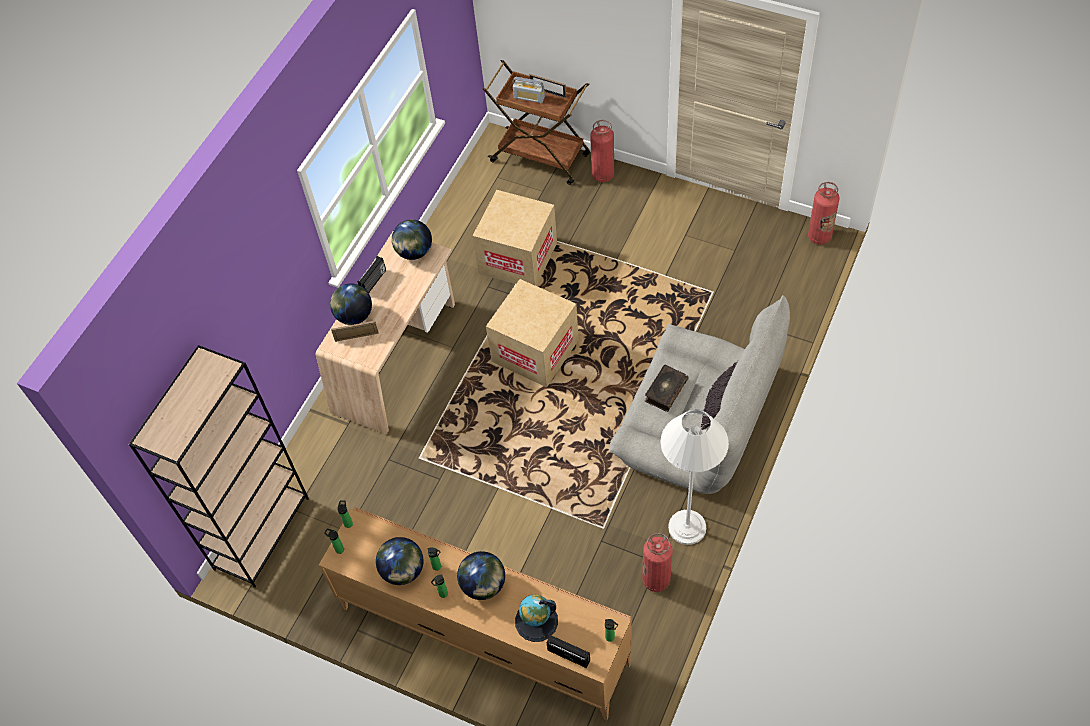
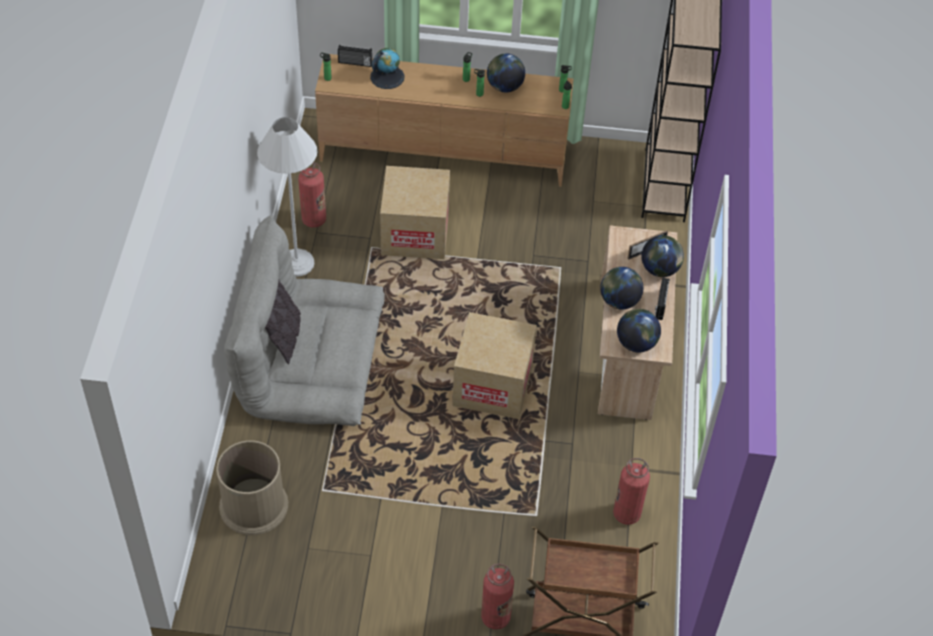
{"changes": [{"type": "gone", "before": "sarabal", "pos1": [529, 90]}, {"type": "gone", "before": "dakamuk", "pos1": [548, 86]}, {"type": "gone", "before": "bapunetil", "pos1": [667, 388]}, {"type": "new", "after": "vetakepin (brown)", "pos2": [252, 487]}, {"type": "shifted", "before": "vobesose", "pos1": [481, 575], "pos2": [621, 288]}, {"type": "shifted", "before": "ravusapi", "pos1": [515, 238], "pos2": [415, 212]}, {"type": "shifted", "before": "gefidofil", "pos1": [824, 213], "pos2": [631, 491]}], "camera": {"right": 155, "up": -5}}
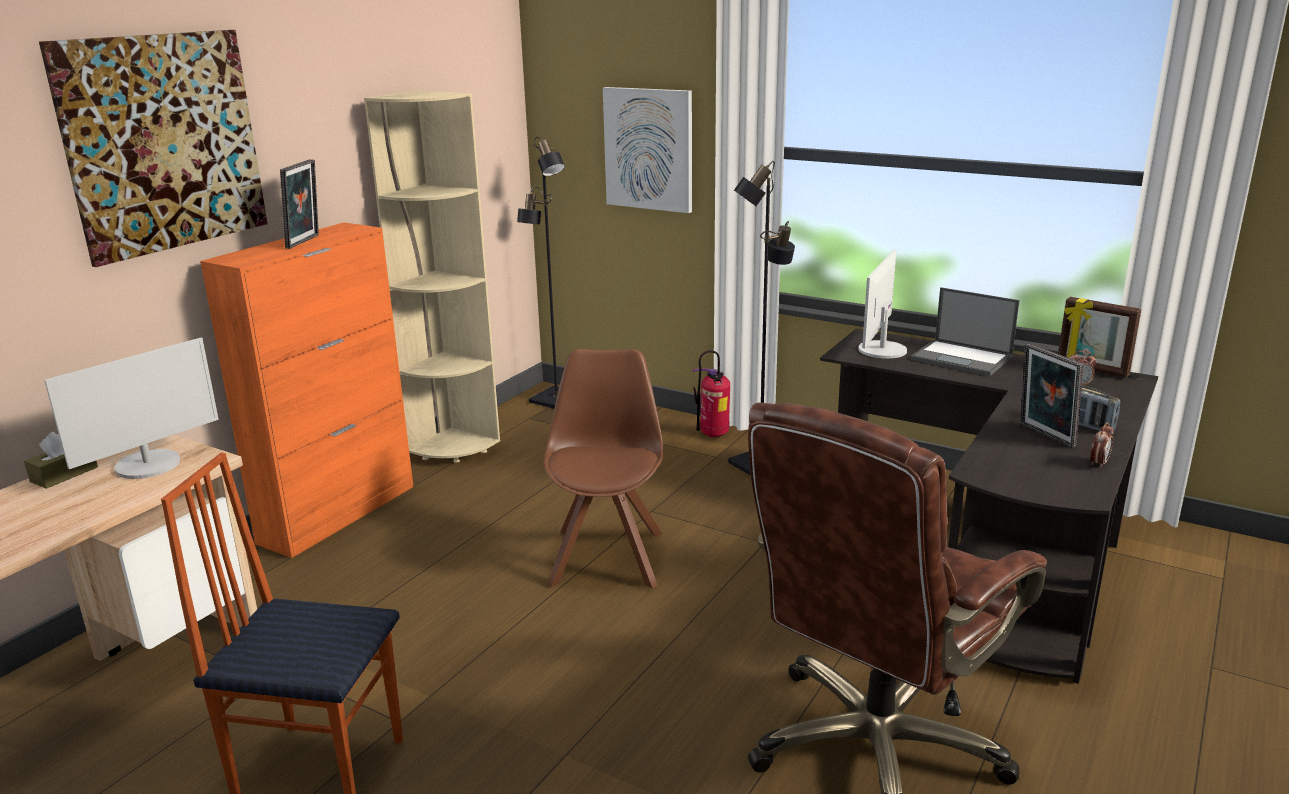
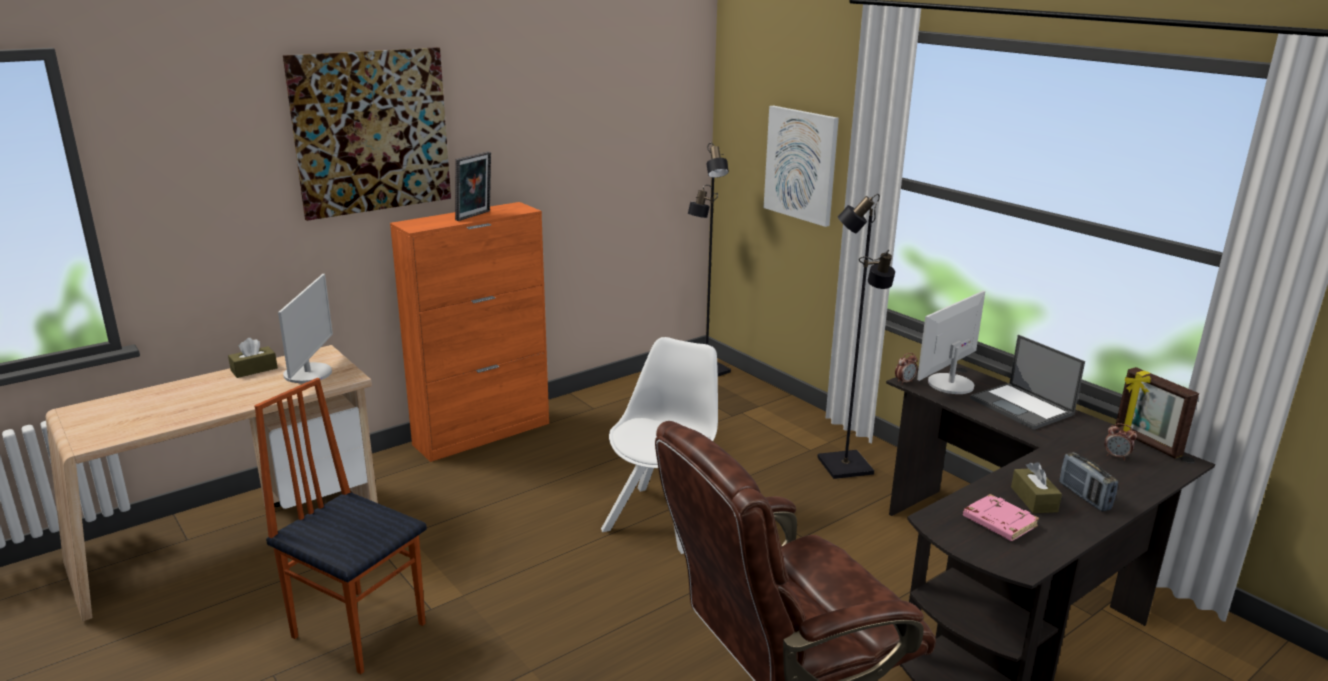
{"changes": [{"type": "gone", "before": "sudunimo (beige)", "pos1": [432, 276]}, {"type": "gone", "before": "gefidofil", "pos1": [711, 393]}, {"type": "new", "after": "bapunetil (pink)", "pos2": [1001, 517]}, {"type": "shifted", "before": "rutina", "pos1": [1102, 445], "pos2": [906, 368]}, {"type": "swapped", "before": "dakamuk", "after": "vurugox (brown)", "pos1": [1051, 395], "pos2": [1036, 488]}, {"type": "repainted", "before": "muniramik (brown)", "after": "muniramik (white)", "pos1": [603, 469], "pos2": [659, 445]}, {"type": "rotated", "before": "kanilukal", "pos1": [131, 408], "pos2": [305, 328], "turn": -60}], "camera": {"right": 20, "up": 0}}
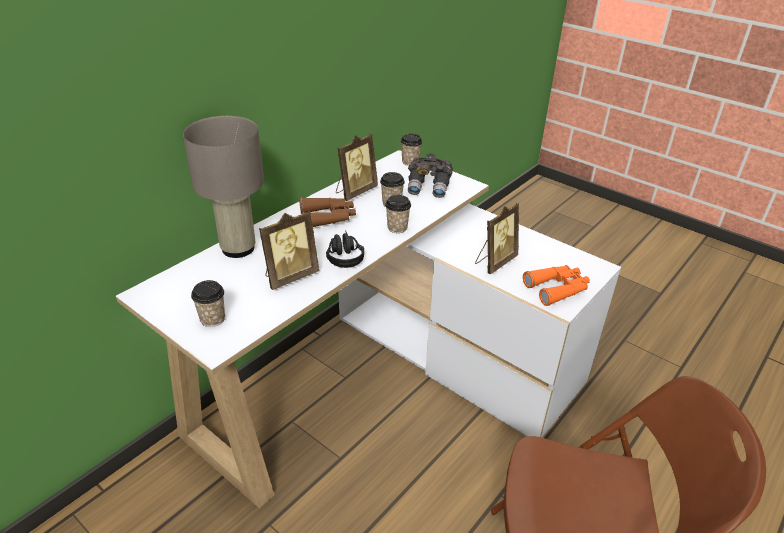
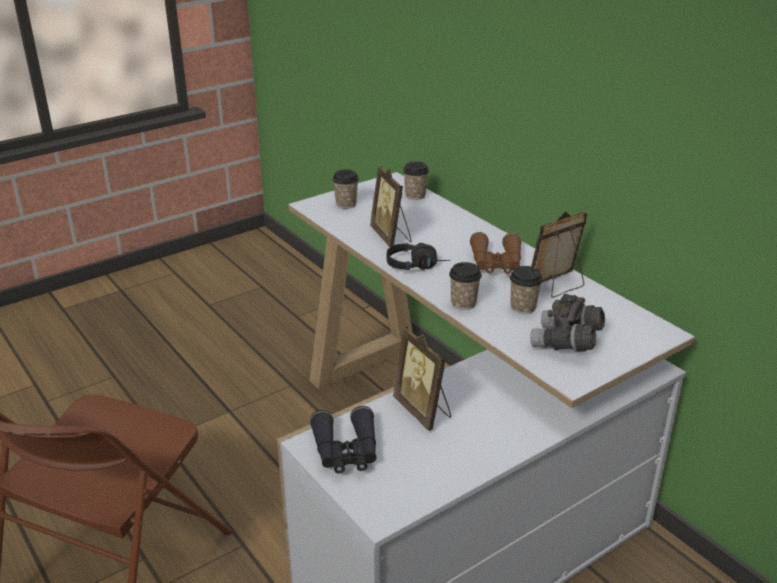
{"changes": [{"type": "gone", "before": "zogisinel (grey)", "pos1": [223, 187]}, {"type": "shifted", "before": "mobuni", "pos1": [411, 149], "pos2": [416, 180]}, {"type": "repainted", "before": "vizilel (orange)", "after": "vizilel (black)", "pos1": [556, 285], "pos2": [343, 440]}, {"type": "rotated", "before": "dakamuk", "pos1": [357, 167], "pos2": [559, 255], "turn": 90}], "camera": {"right": 105, "up": -5}}
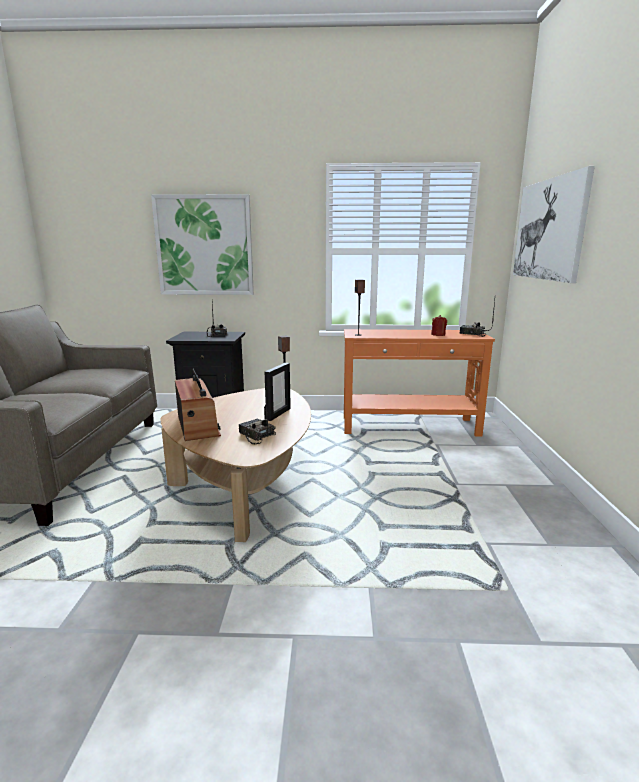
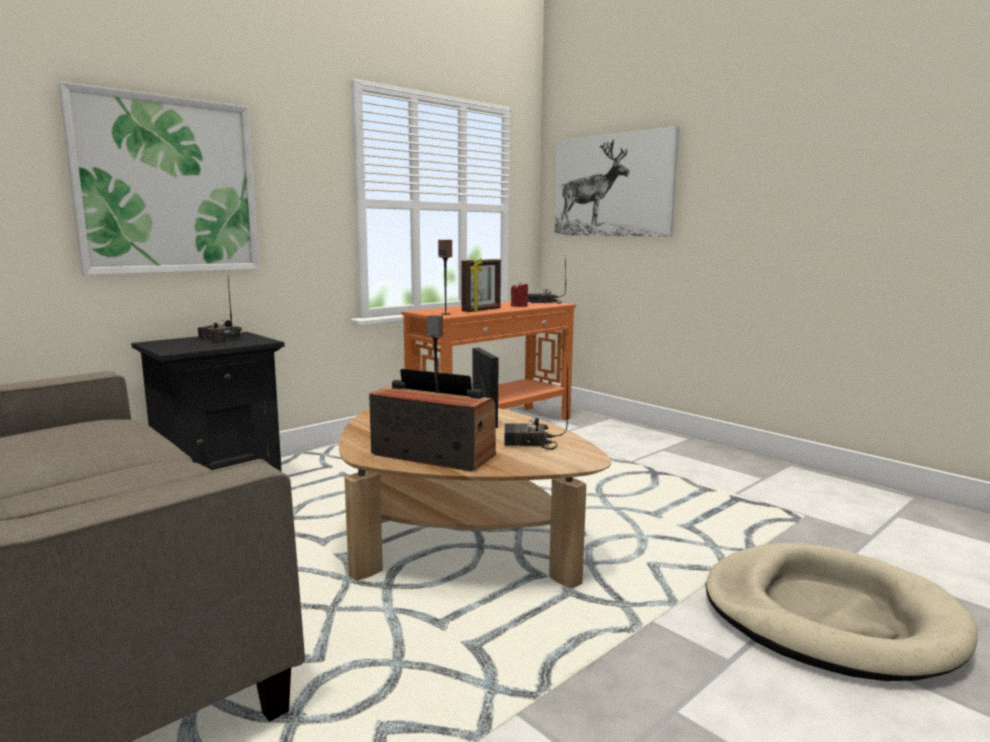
{"changes": [{"type": "new", "after": "dakamuk", "pos2": [481, 285]}, {"type": "new", "after": "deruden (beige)", "pos2": [841, 612]}], "camera": {"right": -45, "up": -5}}
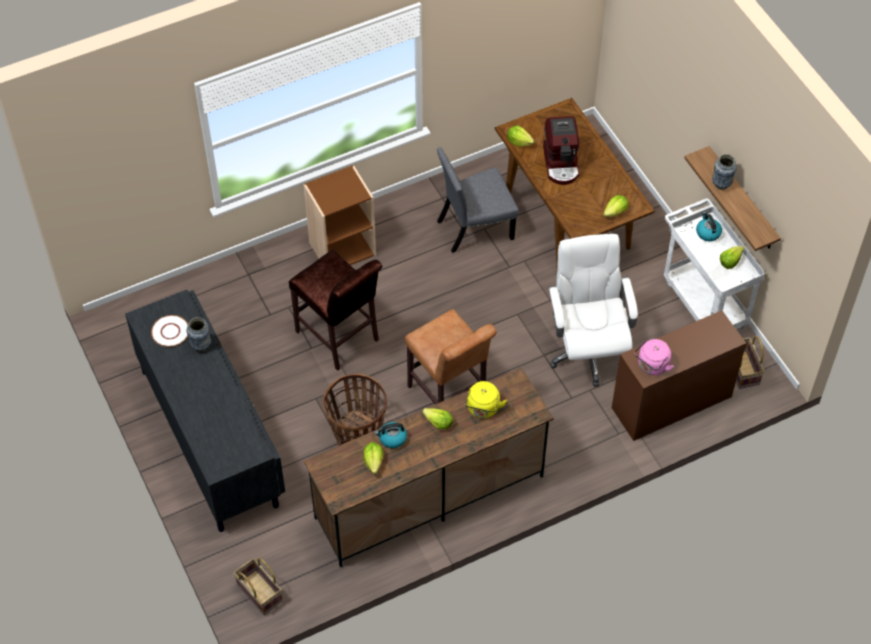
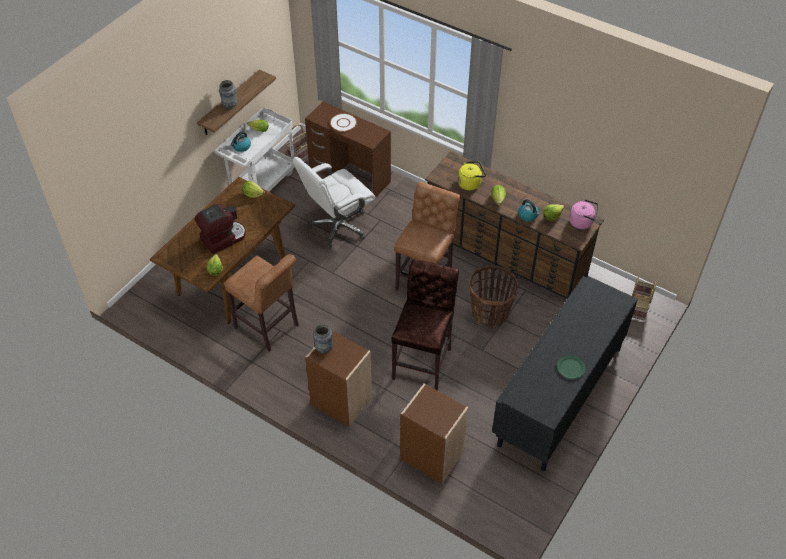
{"changes": [{"type": "new", "after": "sudunimo (brown)", "pos2": [434, 433]}, {"type": "new", "after": "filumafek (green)", "pos2": [571, 367]}, {"type": "shifted", "before": "filumafek (white)", "pos1": [169, 331], "pos2": [343, 123]}, {"type": "shifted", "before": "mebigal", "pos1": [199, 334], "pos2": [323, 339]}, {"type": "shifted", "before": "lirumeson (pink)", "pos1": [654, 357], "pos2": [583, 214]}, {"type": "swapped", "before": "muniramik (grey)", "after": "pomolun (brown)", "pos1": [478, 200], "pos2": [261, 303]}], "camera": {"right": -120, "up": -5}}
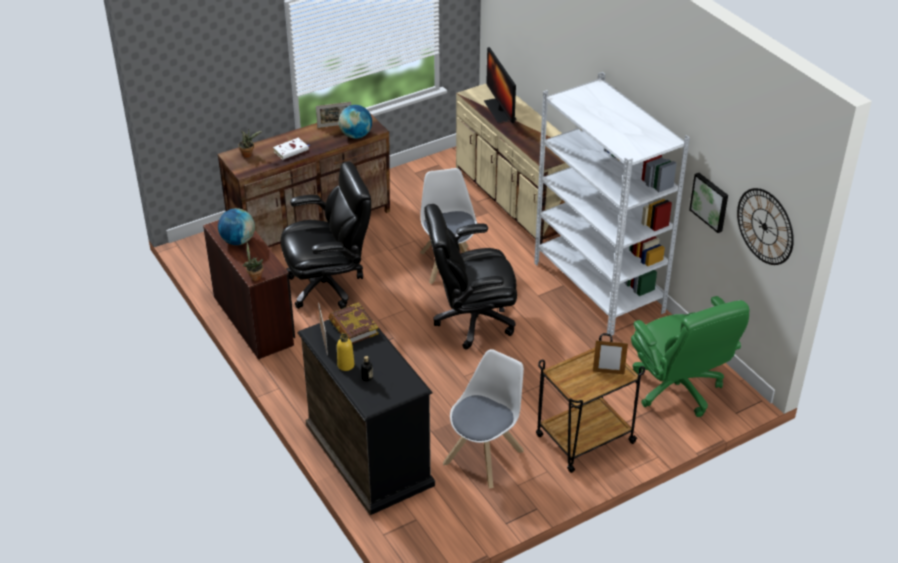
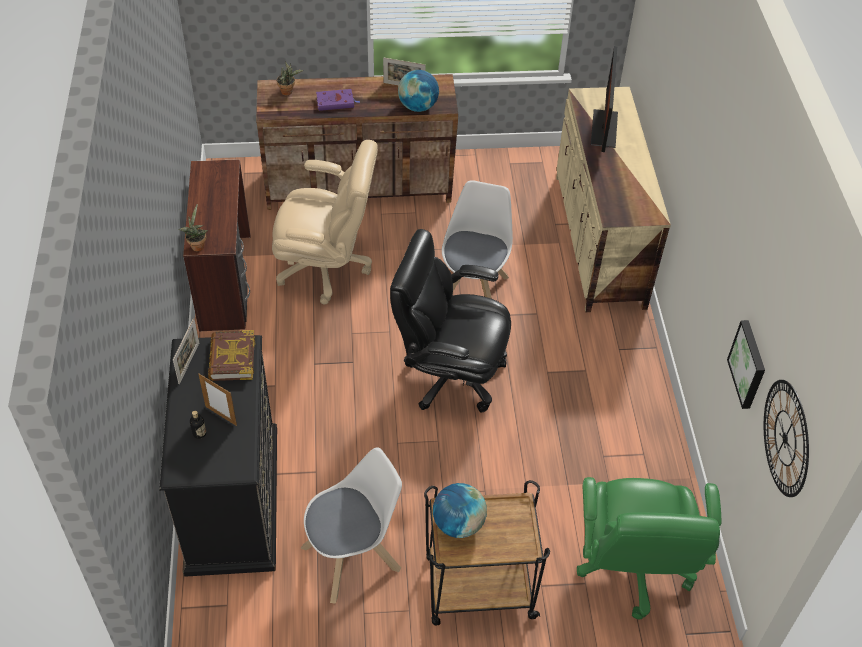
{"changes": [{"type": "gone", "before": "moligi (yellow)", "pos1": [345, 352]}, {"type": "gone", "before": "sudunimo (white)", "pos1": [612, 204]}, {"type": "shifted", "before": "vobesose", "pos1": [236, 226], "pos2": [460, 510]}, {"type": "shifted", "before": "dakamuk", "pos1": [610, 357], "pos2": [217, 399]}, {"type": "repainted", "before": "bapunetil (white)", "after": "bapunetil (purple)", "pos1": [291, 149], "pos2": [338, 100]}, {"type": "repainted", "before": "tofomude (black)", "after": "tofomude (beige)", "pos1": [326, 235], "pos2": [325, 222]}], "camera": {"right": 25, "up": 10}}
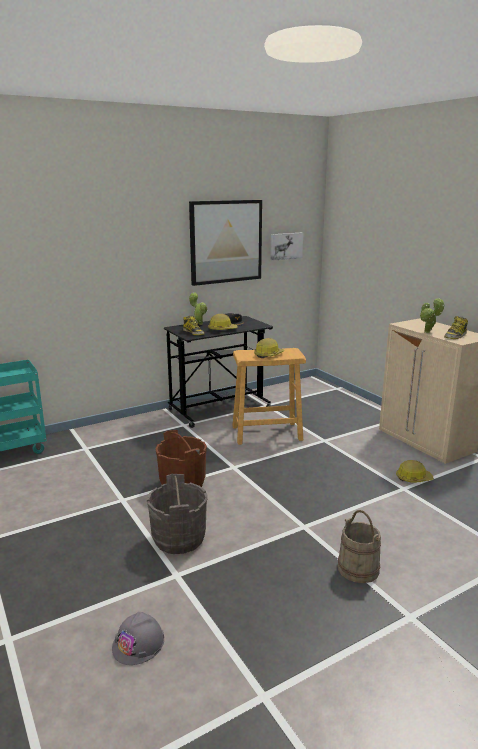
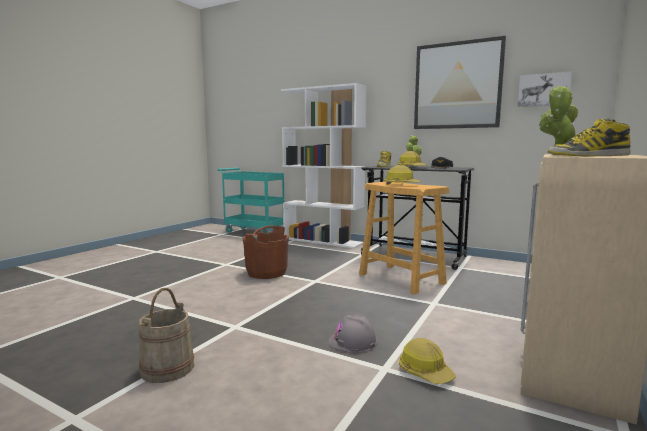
{"changes": [{"type": "gone", "before": "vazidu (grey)", "pos1": [177, 514]}, {"type": "new", "after": "sudunimo (white)", "pos2": [324, 165]}, {"type": "shifted", "before": "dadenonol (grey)", "pos1": [138, 638], "pos2": [353, 333]}], "camera": {"right": 60, "up": -10}}
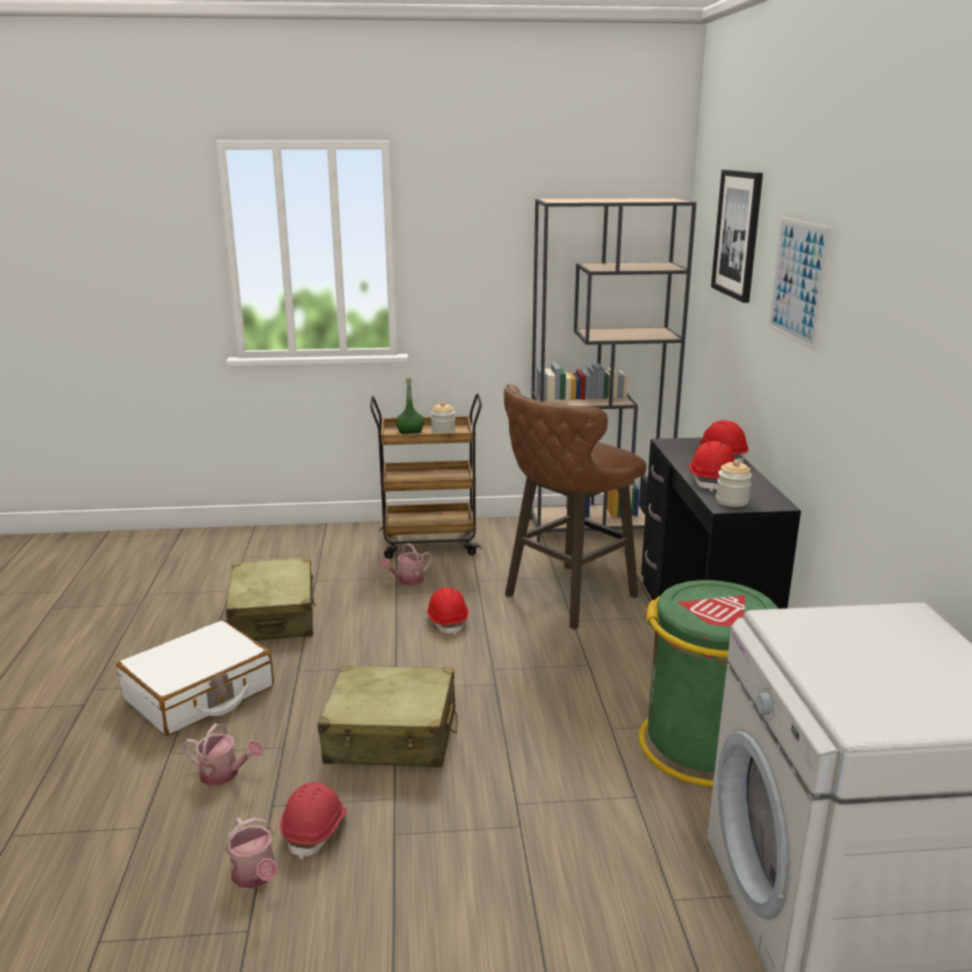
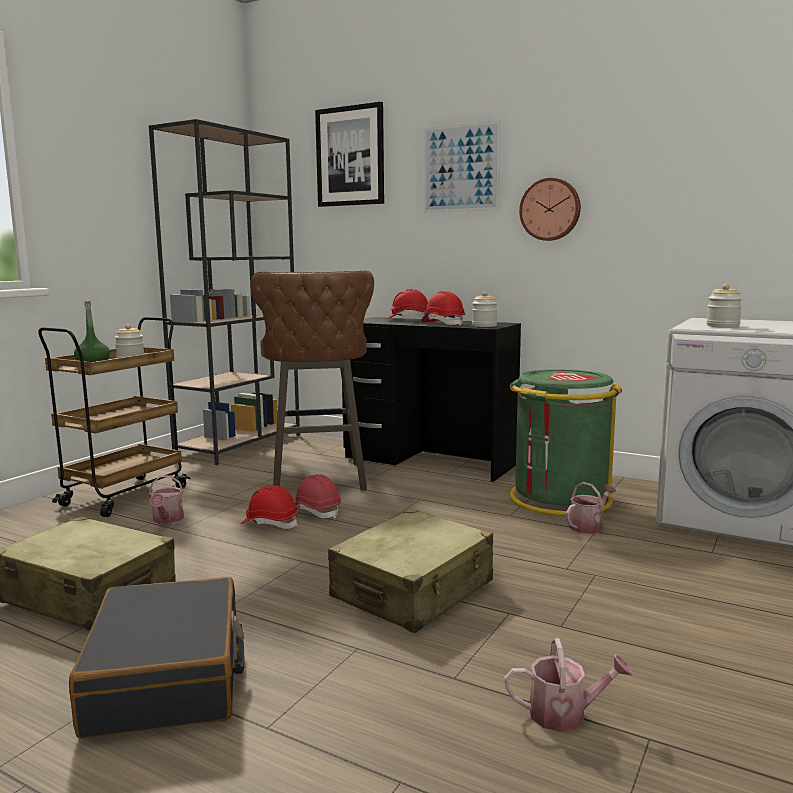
{"changes": [{"type": "new", "after": "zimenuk", "pos2": [550, 209]}, {"type": "new", "after": "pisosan", "pos2": [724, 305]}, {"type": "shifted", "before": "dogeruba", "pos1": [223, 754], "pos2": [591, 508]}, {"type": "shifted", "before": "dadenonol (red)", "pos1": [313, 820], "pos2": [318, 496]}, {"type": "repainted", "before": "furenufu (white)", "after": "furenufu (black)", "pos1": [195, 678], "pos2": [156, 657]}], "camera": {"right": -55, "up": -10}}
